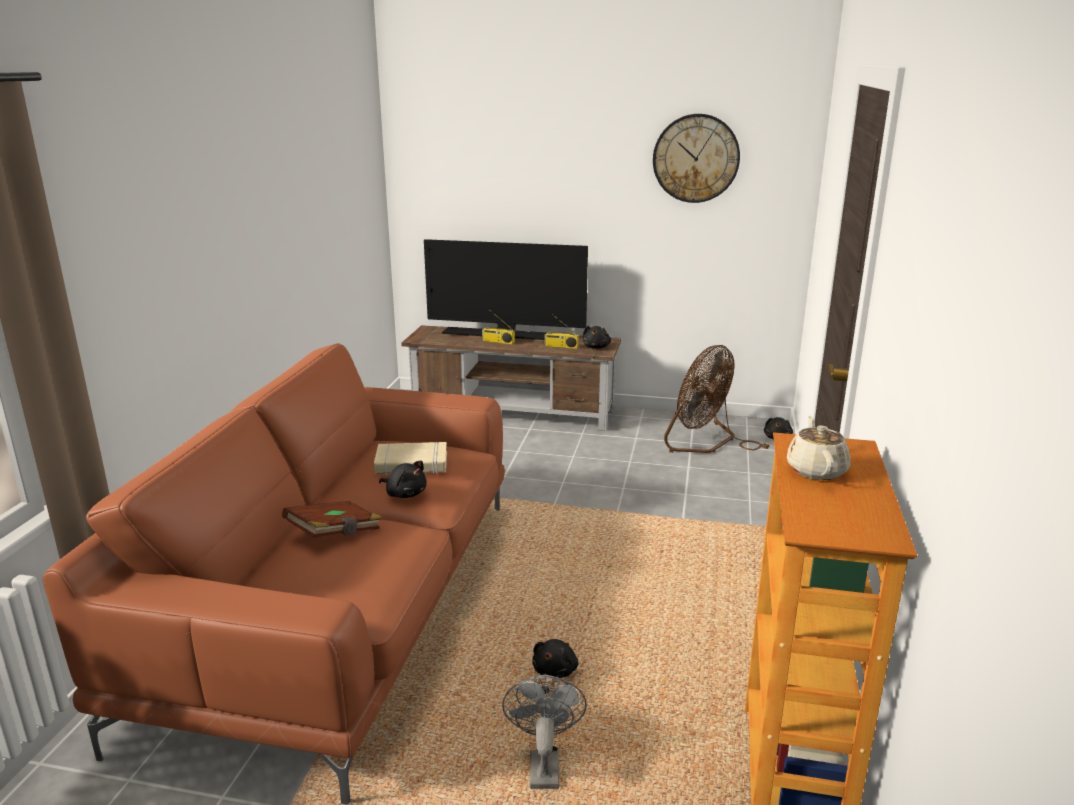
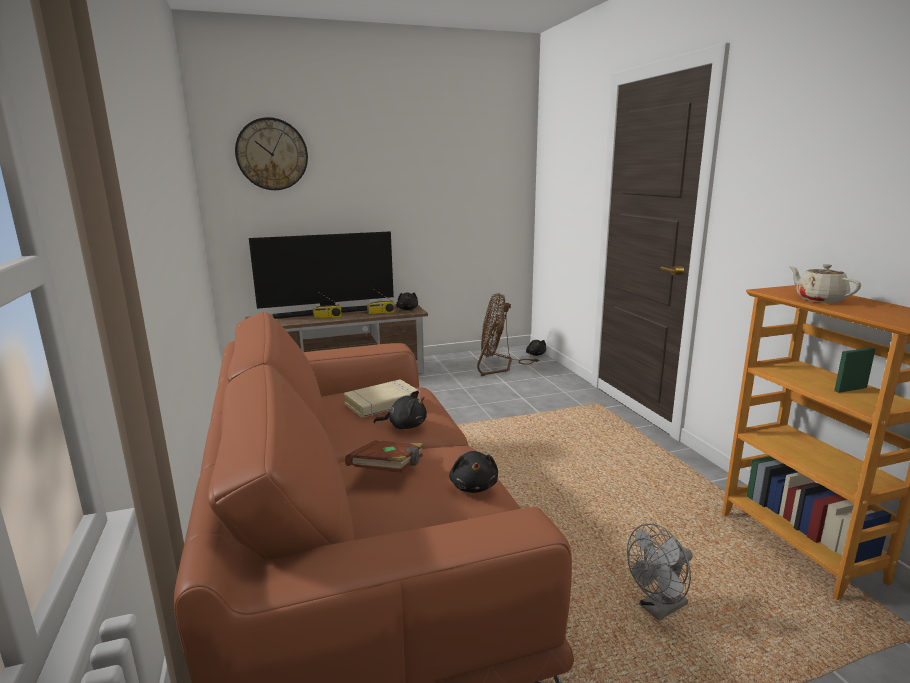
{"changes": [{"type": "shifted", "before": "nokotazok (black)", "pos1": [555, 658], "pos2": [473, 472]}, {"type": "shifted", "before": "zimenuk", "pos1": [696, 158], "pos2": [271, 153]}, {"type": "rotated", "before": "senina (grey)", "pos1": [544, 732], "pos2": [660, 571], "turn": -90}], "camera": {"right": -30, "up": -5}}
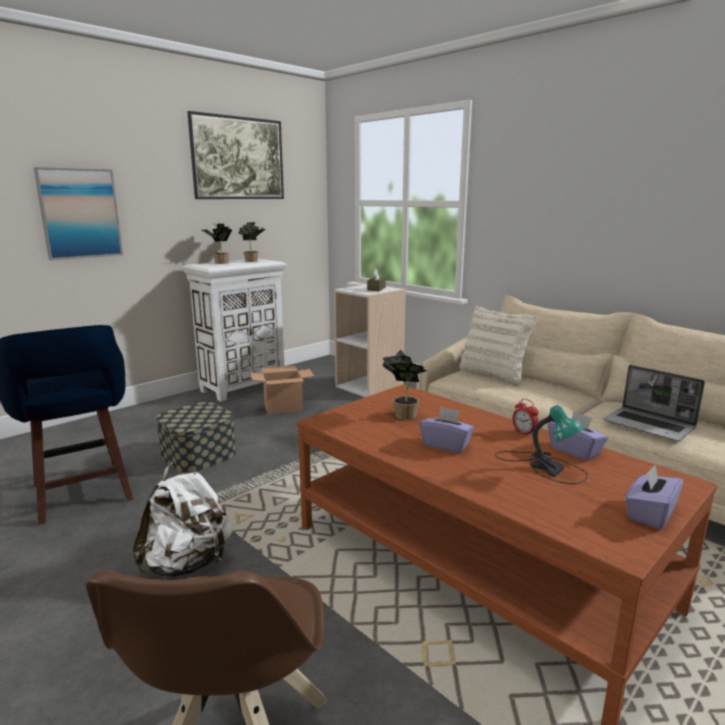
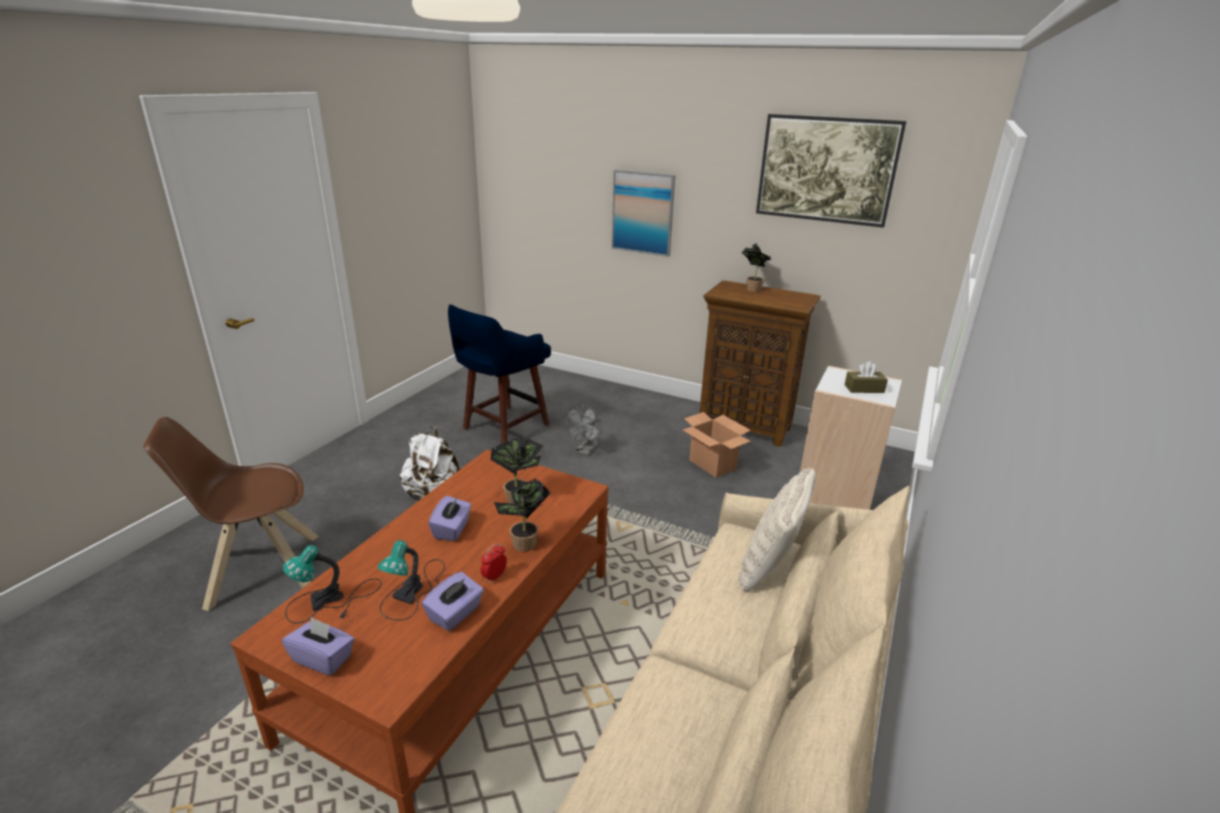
{"changes": [{"type": "gone", "before": "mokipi", "pos1": [654, 403]}, {"type": "new", "after": "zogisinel", "pos2": [332, 584]}, {"type": "shifted", "before": "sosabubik", "pos1": [251, 242], "pos2": [522, 515]}, {"type": "swapped", "before": "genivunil", "after": "senina (grey)", "pos1": [195, 437], "pos2": [583, 430]}, {"type": "repainted", "before": "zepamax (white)", "after": "zepamax (brown)", "pos1": [234, 330], "pos2": [760, 364]}], "camera": {"right": 70, "up": 10}}
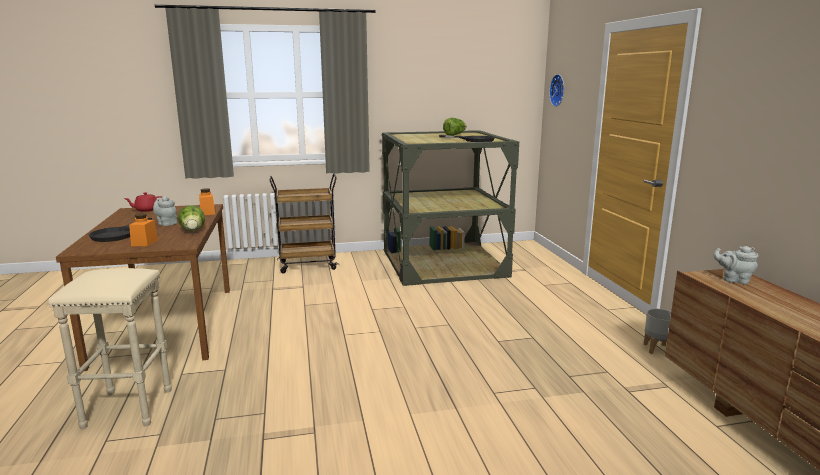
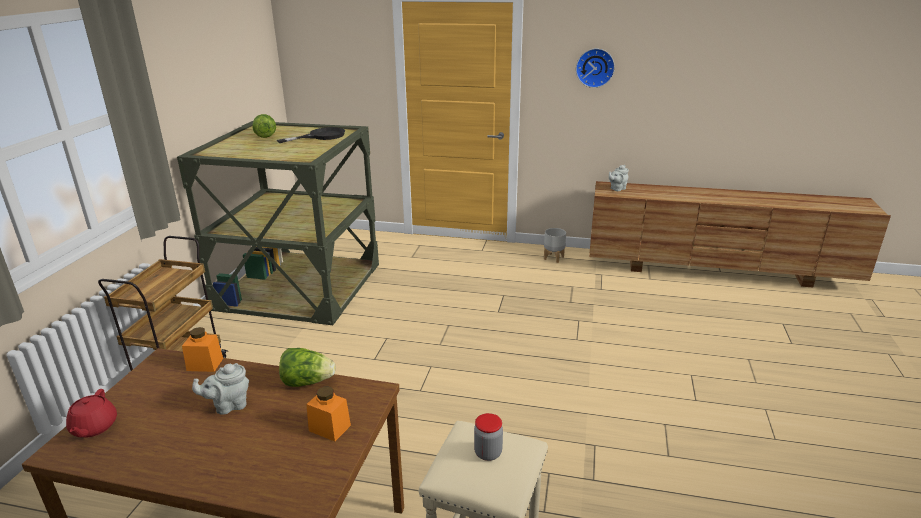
{"changes": [{"type": "gone", "before": "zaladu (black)", "pos1": [120, 230]}, {"type": "new", "after": "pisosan", "pos2": [488, 437]}, {"type": "shifted", "before": "zimenuk", "pos1": [556, 90], "pos2": [595, 68]}], "camera": {"right": -65, "up": 10}}
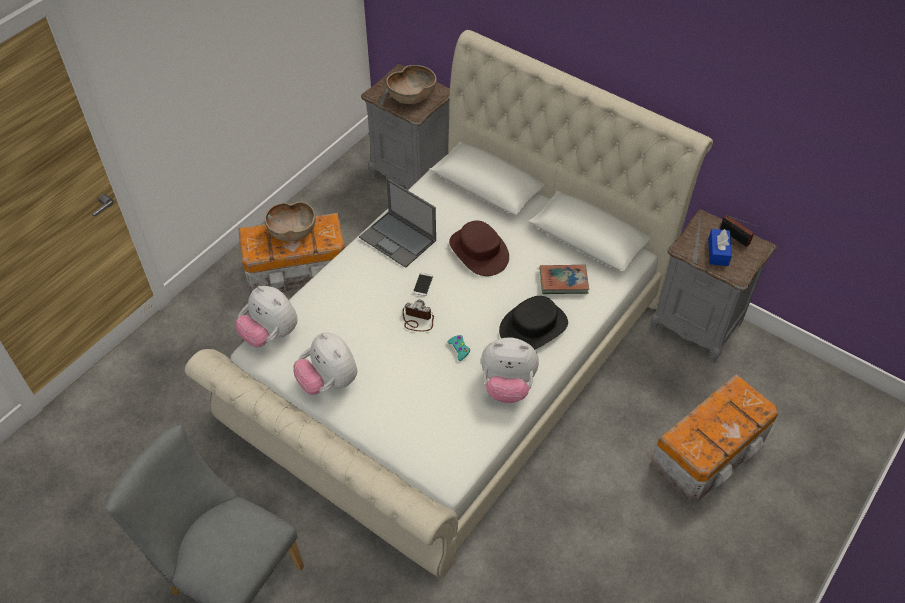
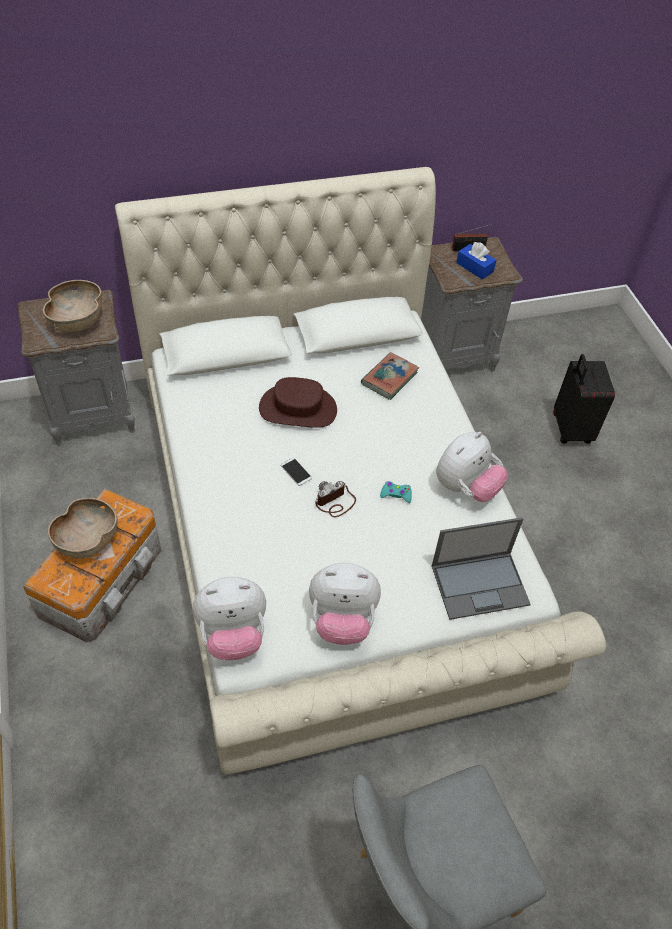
{"changes": [{"type": "gone", "before": "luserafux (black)", "pos1": [533, 322]}, {"type": "shifted", "before": "mokipi", "pos1": [397, 223], "pos2": [481, 568]}, {"type": "swapped", "before": "genivunil", "after": "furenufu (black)", "pos1": [714, 438], "pos2": [584, 399]}], "camera": {"right": -55, "up": 0}}
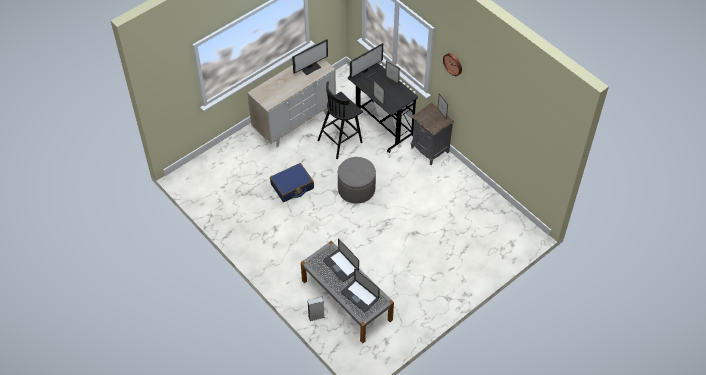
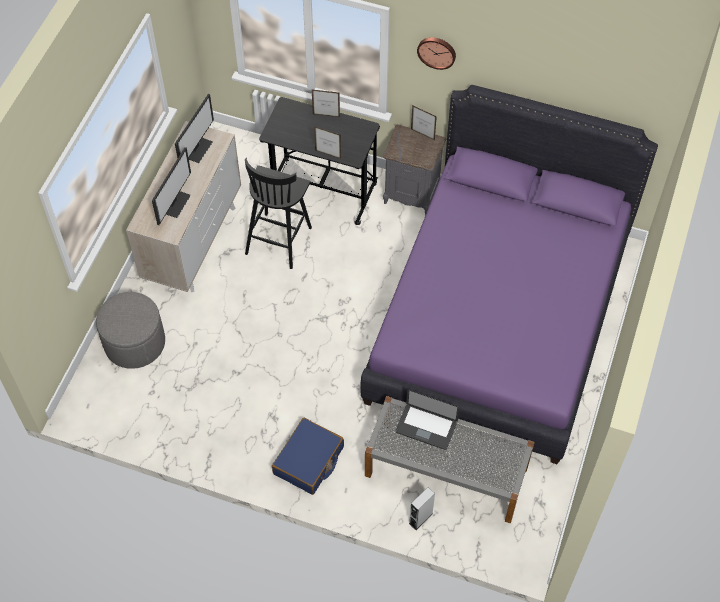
{"changes": [{"type": "gone", "before": "mokipi", "pos1": [360, 290]}, {"type": "new", "after": "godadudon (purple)", "pos2": [509, 274]}, {"type": "shifted", "before": "furenufu (blue)", "pos1": [292, 182], "pos2": [308, 456]}, {"type": "shifted", "before": "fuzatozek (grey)", "pos1": [357, 180], "pos2": [130, 330]}, {"type": "shifted", "before": "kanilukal", "pos1": [366, 61], "pos2": [171, 186]}], "camera": {"right": -30, "up": 5}}
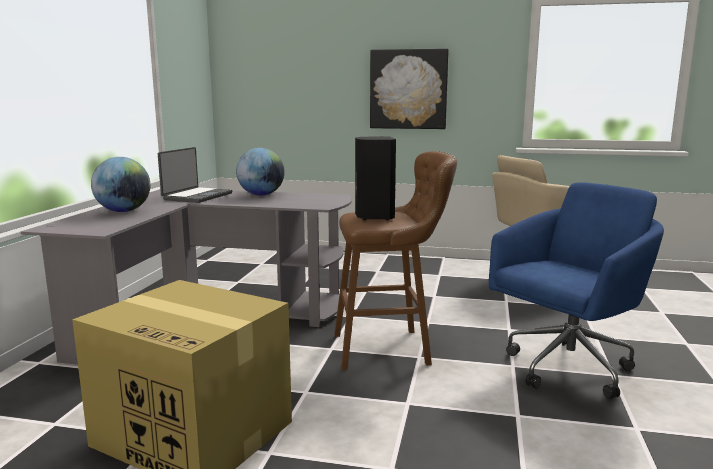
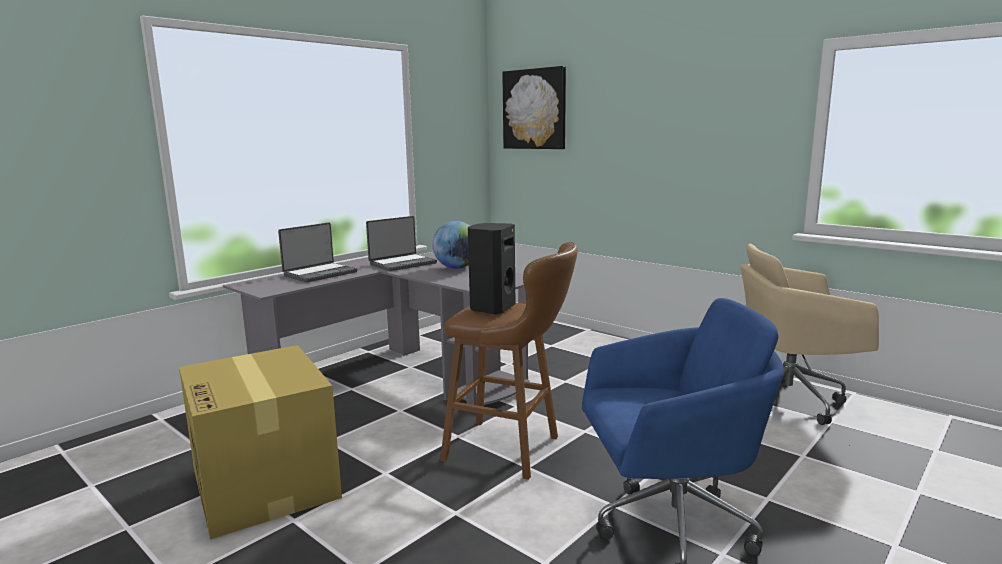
{"changes": [{"type": "shifted", "before": "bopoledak", "pos1": [409, 89], "pos2": [534, 107]}, {"type": "swapped", "before": "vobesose", "after": "mokipi", "pos1": [120, 184], "pos2": [318, 252]}], "camera": {"right": 30, "up": 0}}
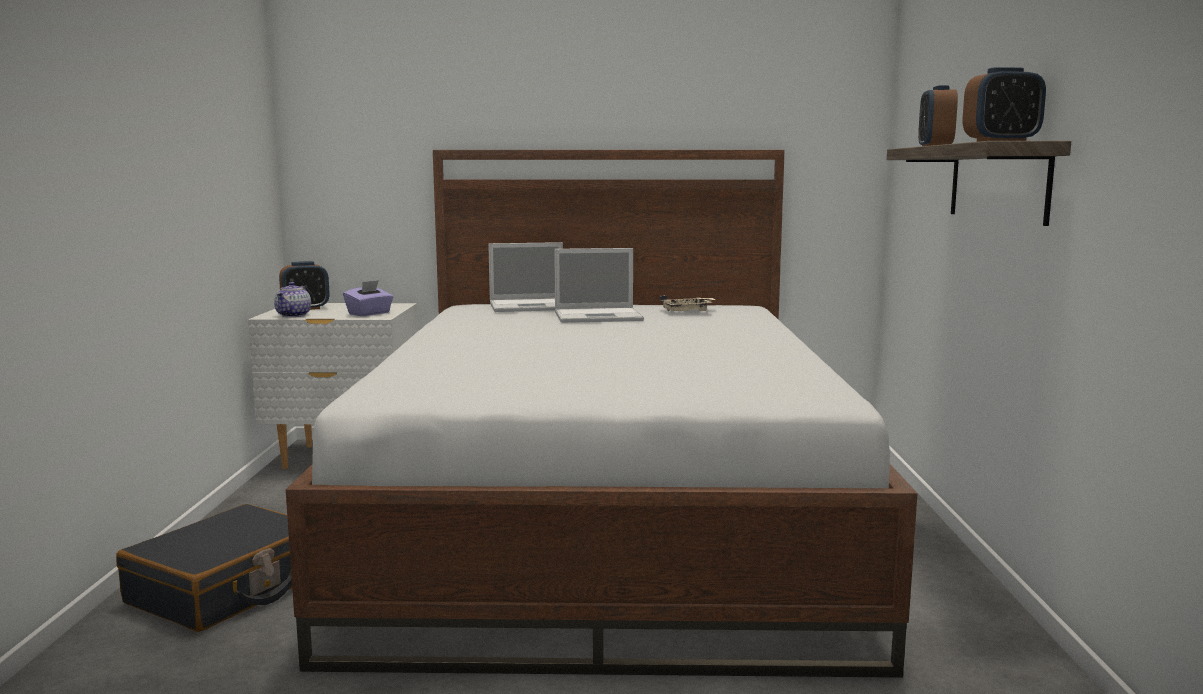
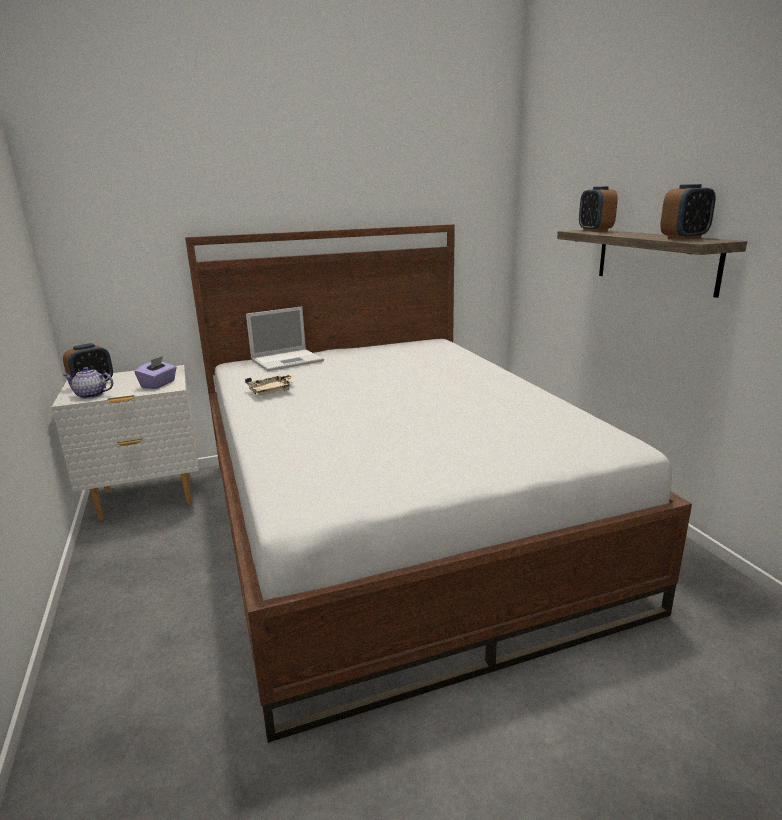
{"changes": [{"type": "gone", "before": "furenufu (black)", "pos1": [204, 568]}, {"type": "gone", "before": "mokipi", "pos1": [599, 285]}, {"type": "shifted", "before": "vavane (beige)", "pos1": [687, 303], "pos2": [270, 385]}, {"type": "rotated", "before": "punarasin", "pos1": [292, 299], "pos2": [88, 383], "turn": 105}], "camera": {"right": -20, "up": 10}}
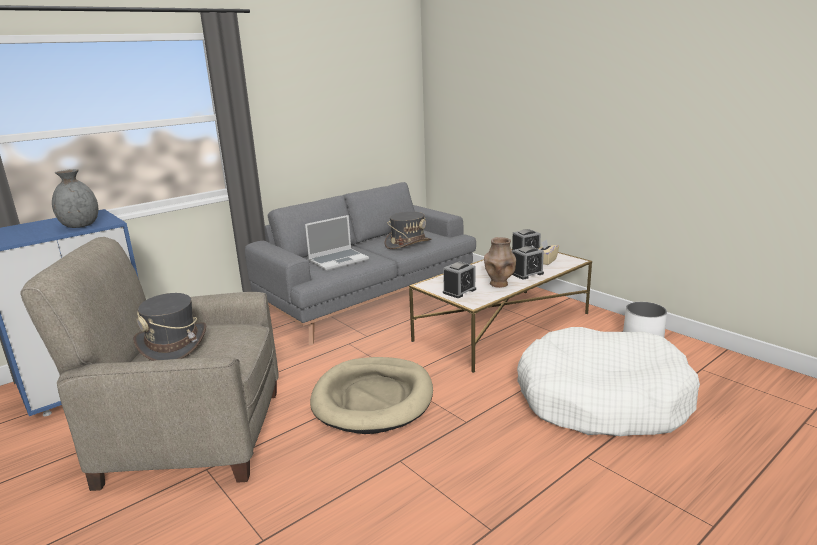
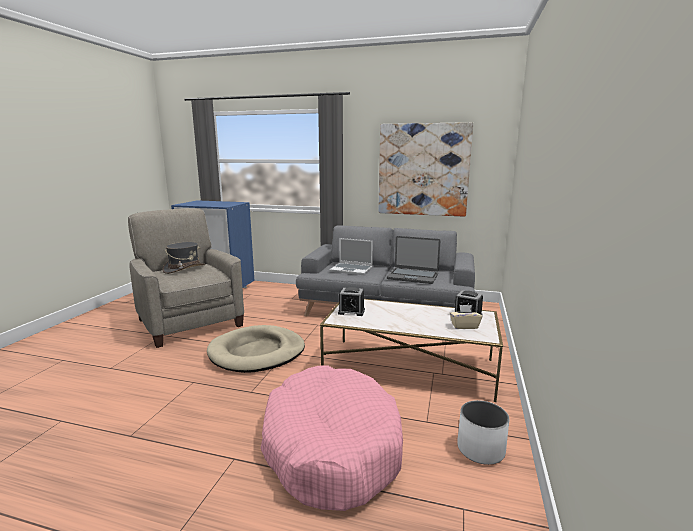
{"changes": [{"type": "gone", "before": "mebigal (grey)", "pos1": [75, 198]}, {"type": "gone", "before": "mebigal (brown)", "pos1": [500, 262]}, {"type": "gone", "before": "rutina", "pos1": [528, 263]}, {"type": "new", "after": "bopoledak", "pos2": [425, 169]}, {"type": "swapped", "before": "luserafux (grey)", "after": "mokipi", "pos1": [408, 230], "pos2": [414, 260]}, {"type": "repainted", "before": "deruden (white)", "after": "deruden (pink)", "pos1": [608, 381], "pos2": [332, 438]}], "camera": {"right": 55, "up": -5}}
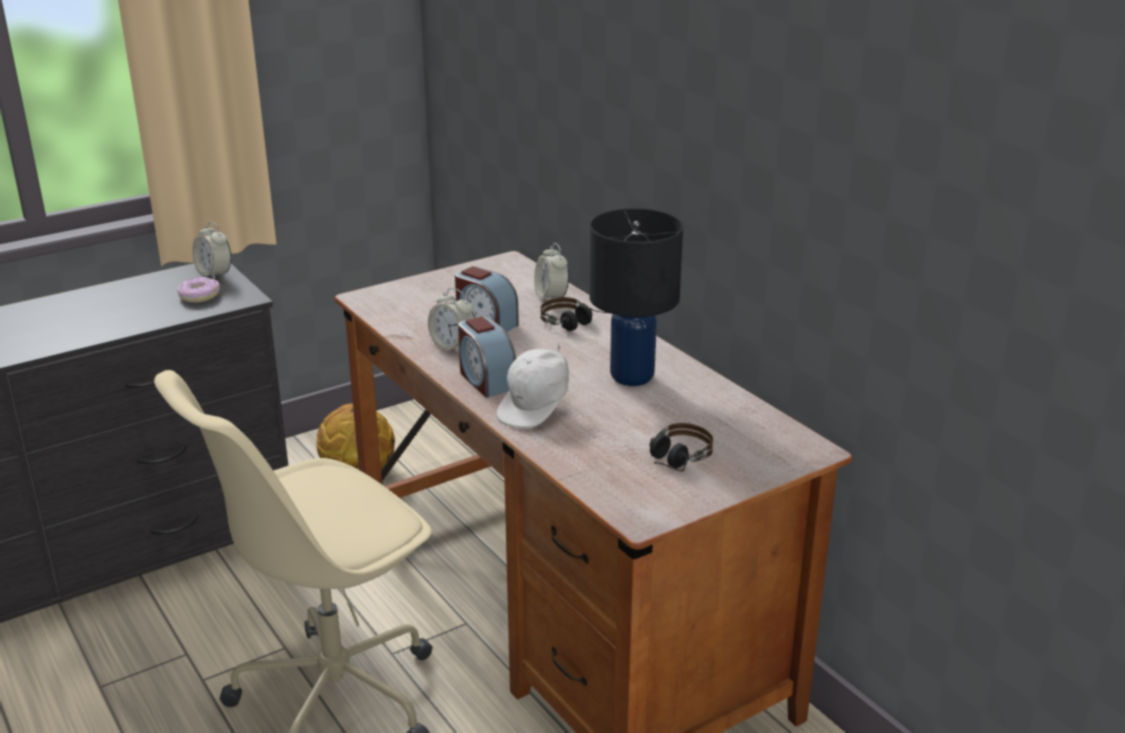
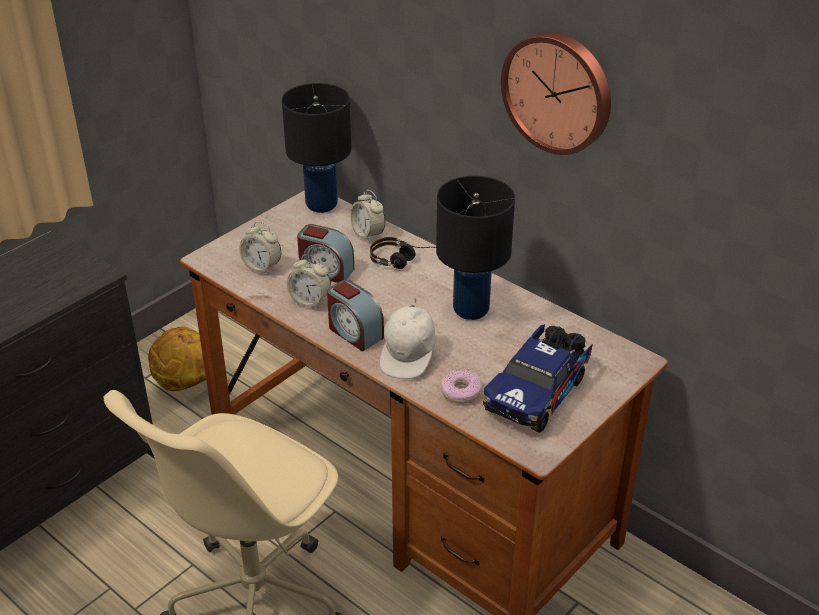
{"changes": [{"type": "new", "after": "zogisinel (black)", "pos2": [316, 148]}, {"type": "new", "after": "zimenuk", "pos2": [556, 93]}, {"type": "shifted", "before": "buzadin", "pos1": [198, 290], "pos2": [461, 387]}, {"type": "shifted", "before": "rutina", "pos1": [211, 251], "pos2": [260, 248]}, {"type": "swapped", "before": "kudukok", "after": "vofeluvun", "pos1": [681, 447], "pos2": [538, 378]}], "camera": {"right": -15, "up": 10}}
